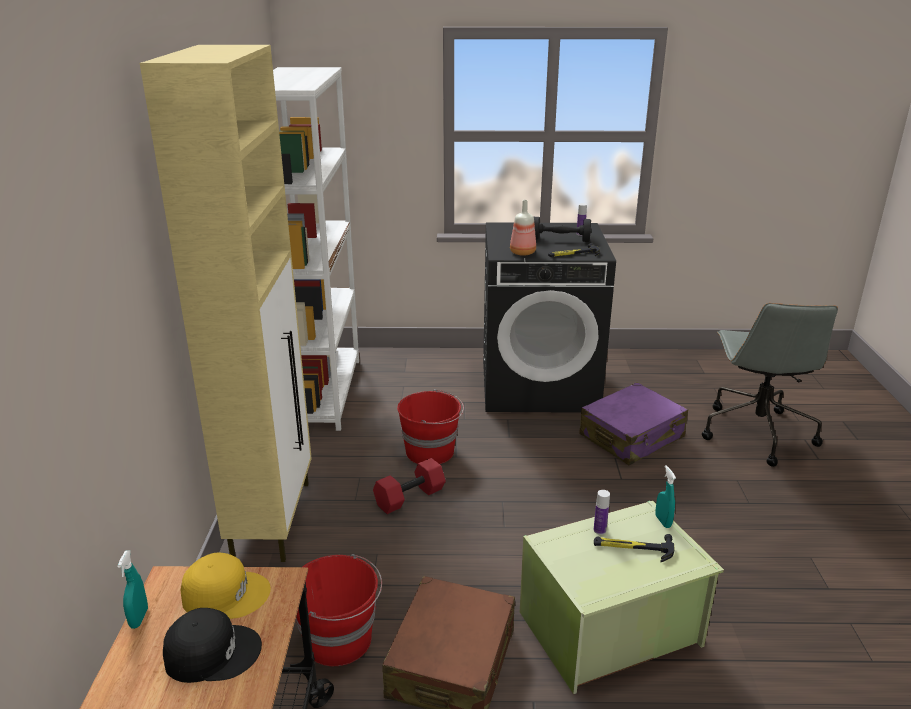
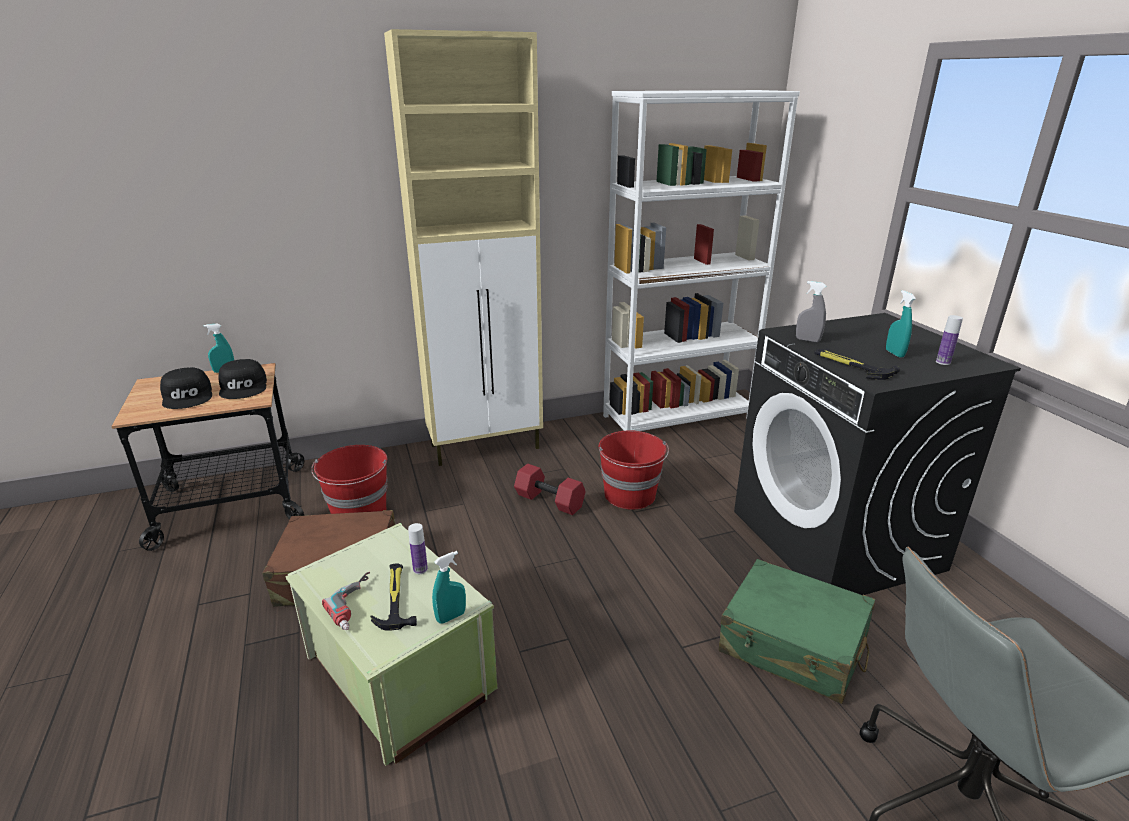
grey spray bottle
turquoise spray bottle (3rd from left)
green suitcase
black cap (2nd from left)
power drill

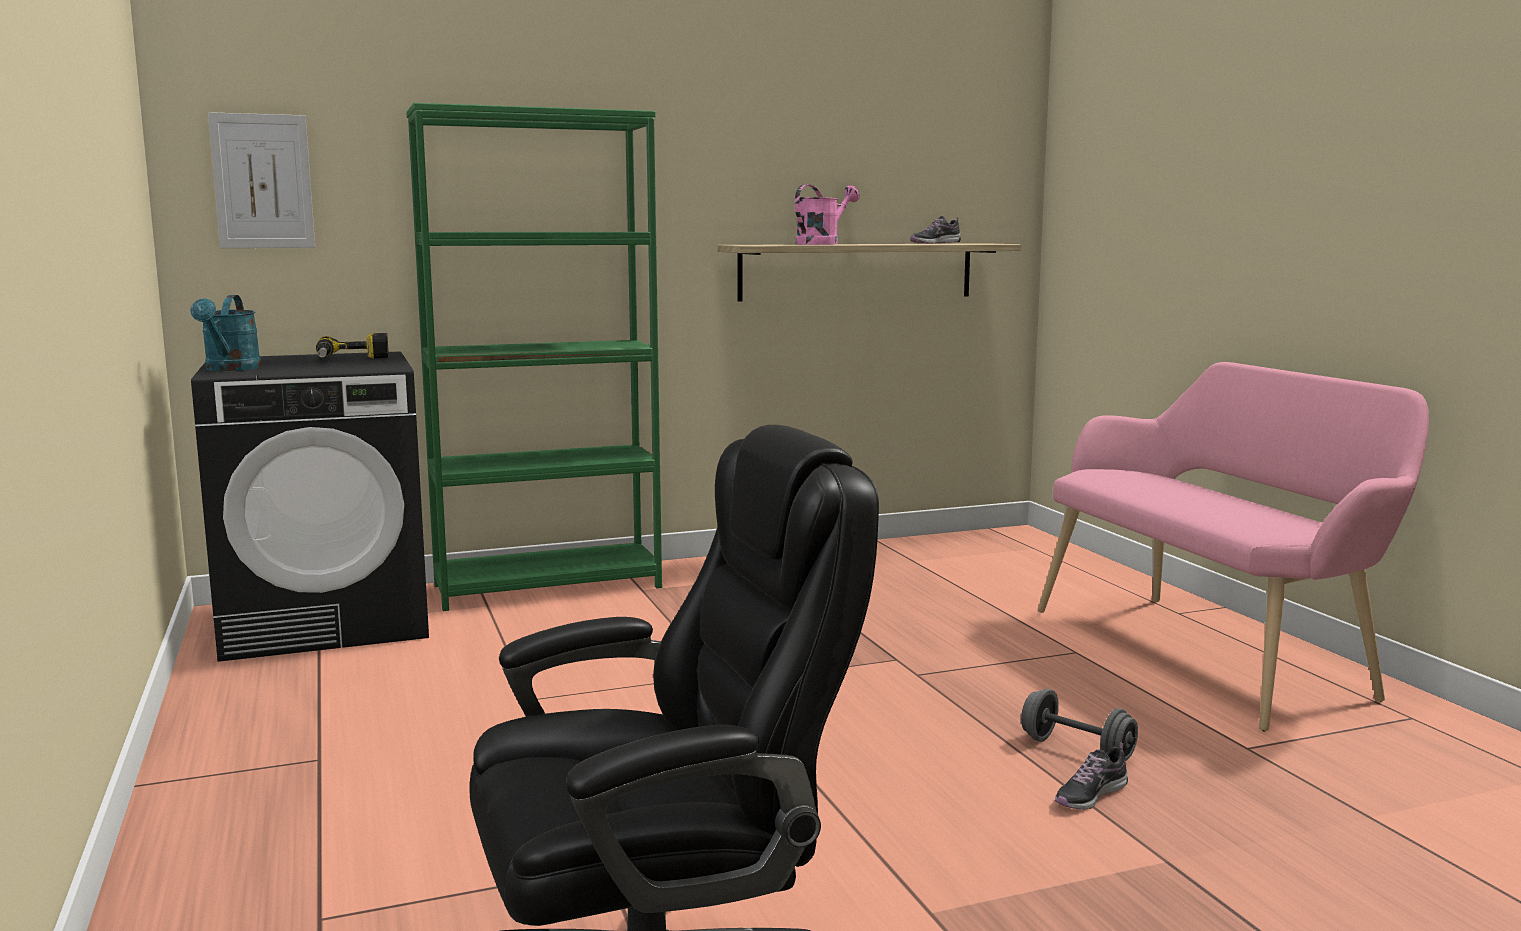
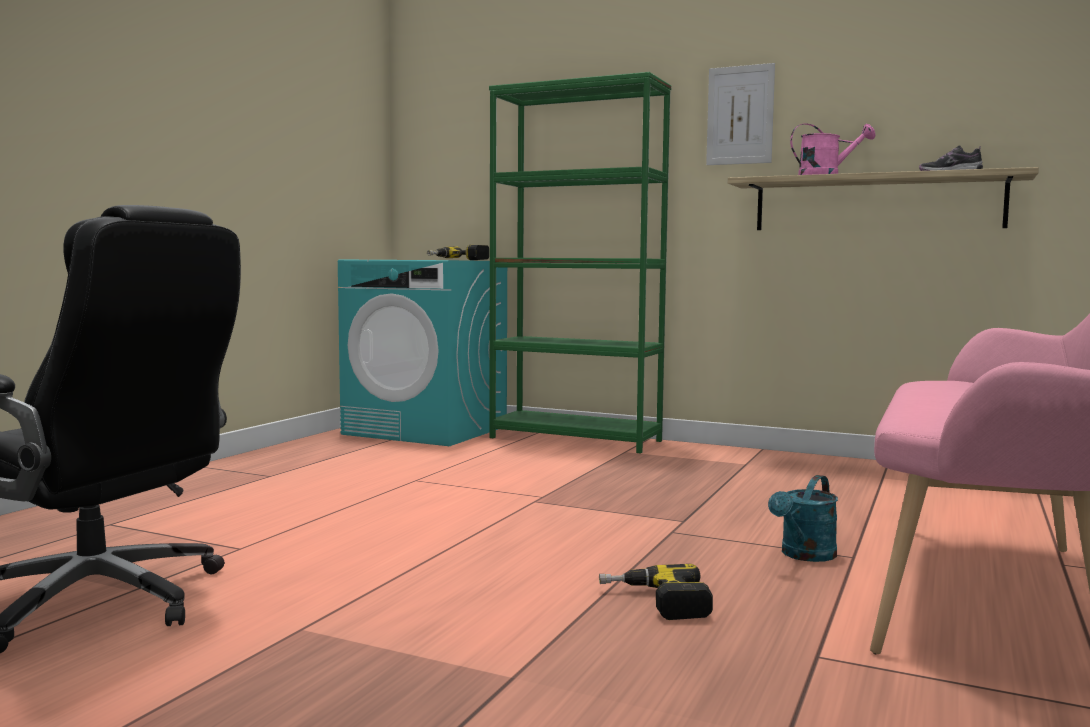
picture
turquoise watering can
turquoise washing machine
power drill (2nd from left)
shoe (2nd from left in the first image)

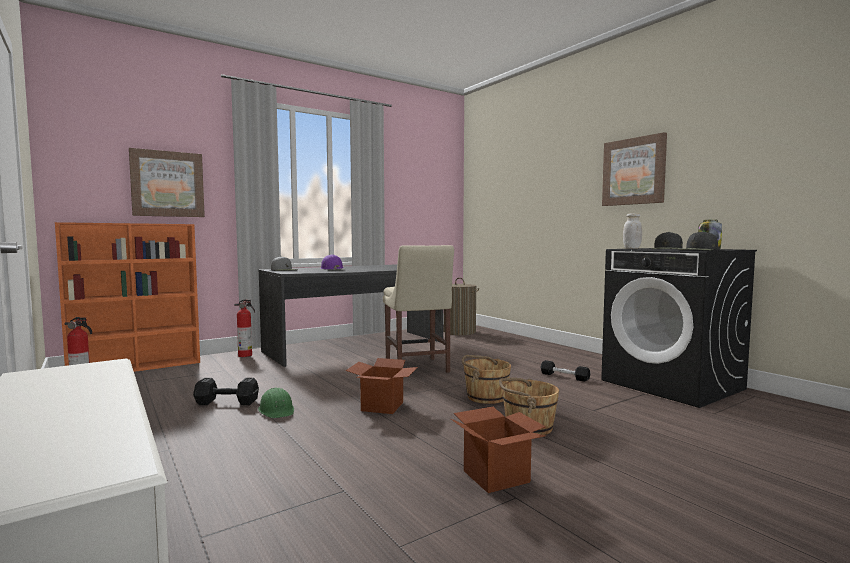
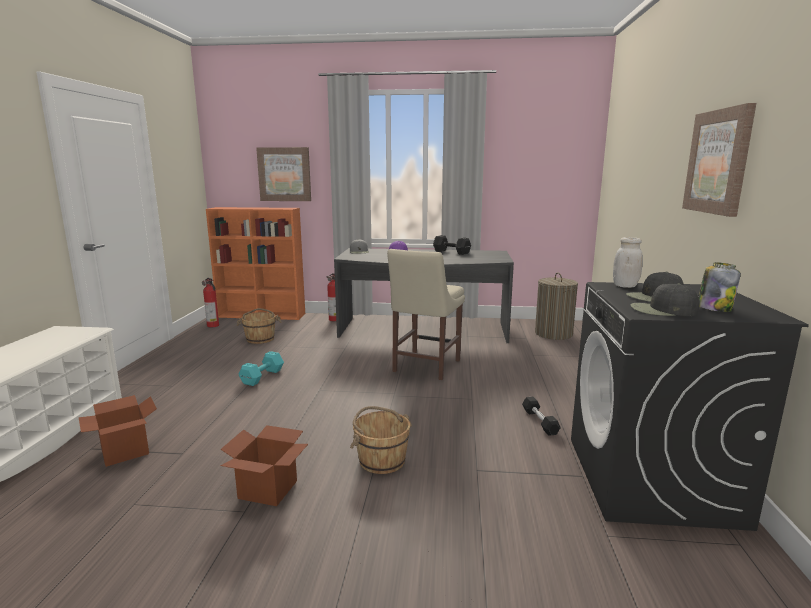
brown bucket (1st from left)
cardboard box (1st from left)
black dumbbell (1st from left)
turquoise dumbbell

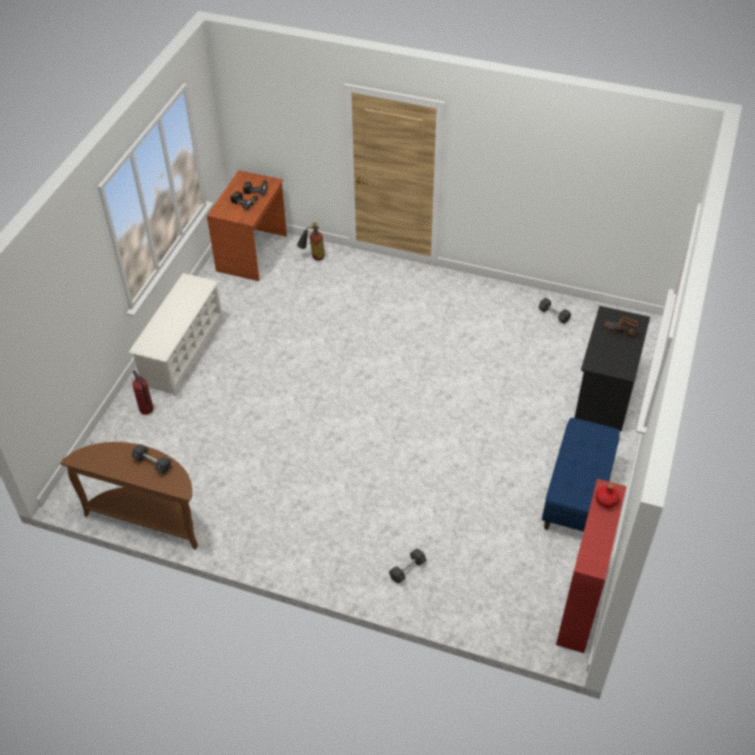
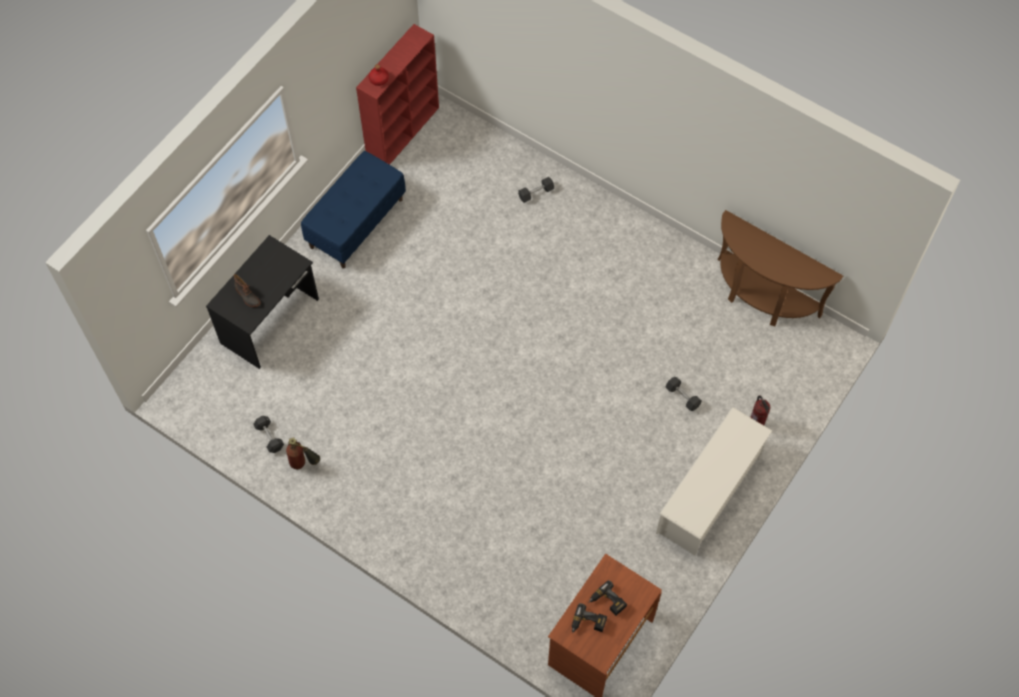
fire extinguisher (1st from left)
grey dumbbell (3rd from left)

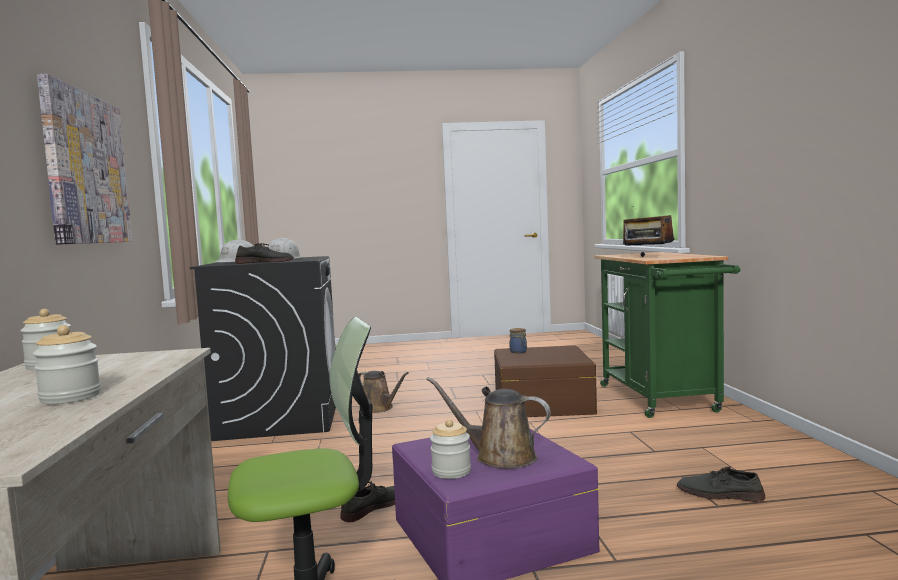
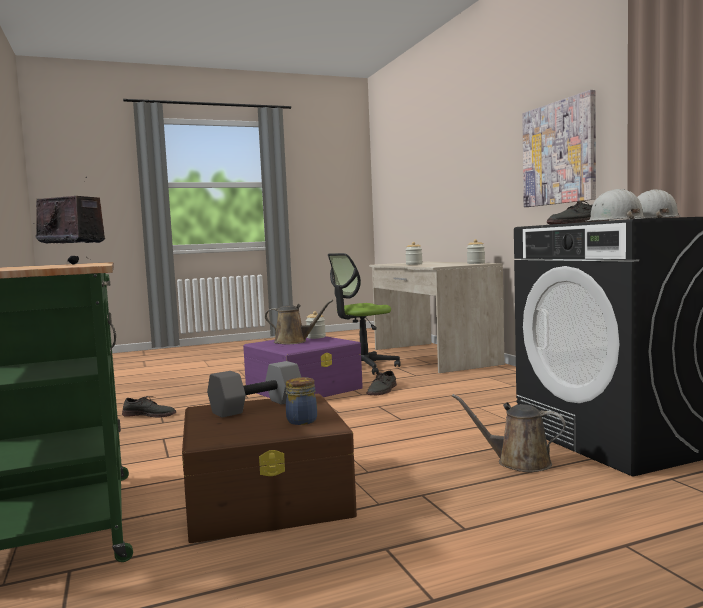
grey dumbbell

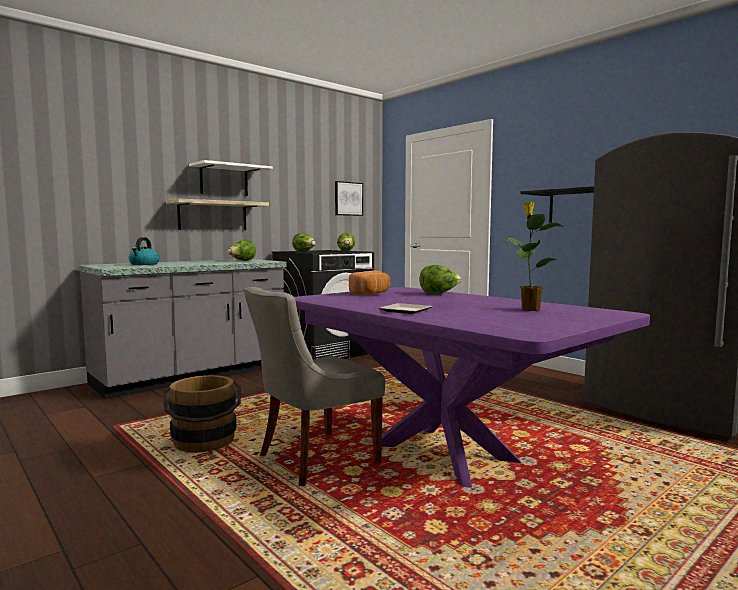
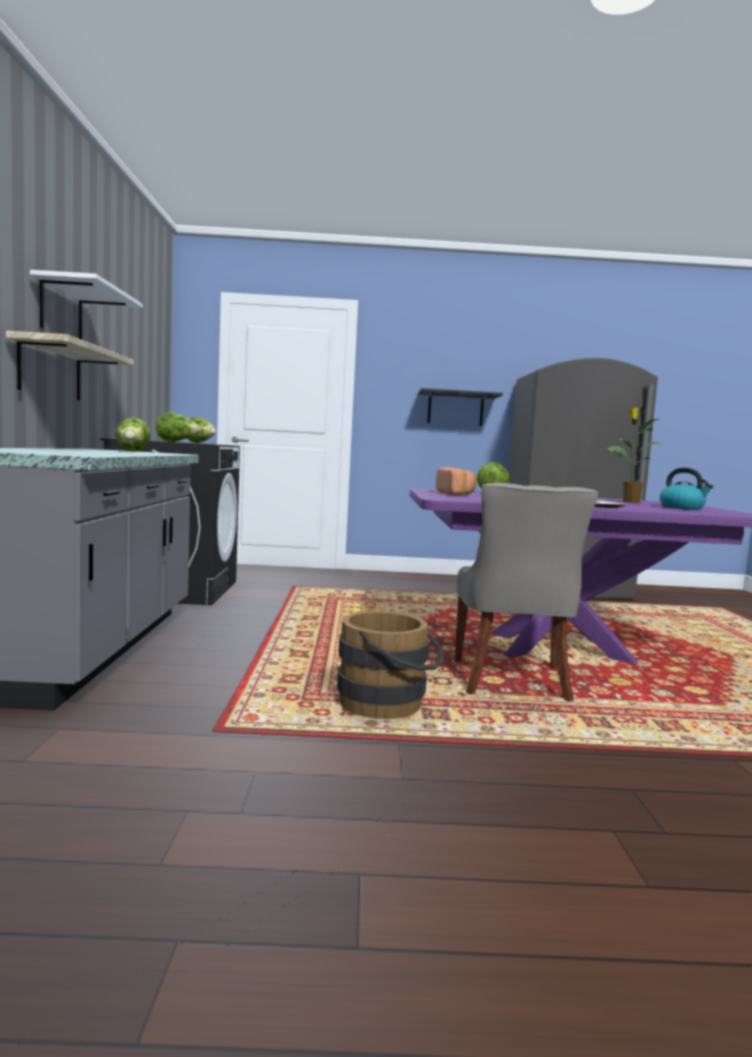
picture
kettle

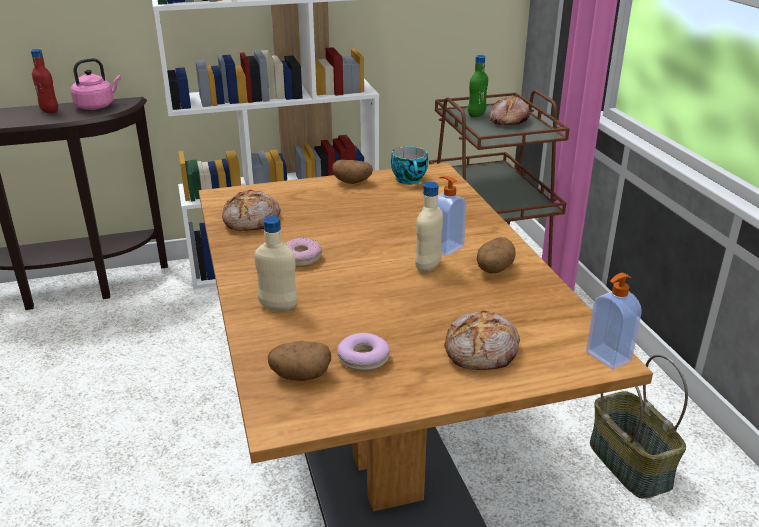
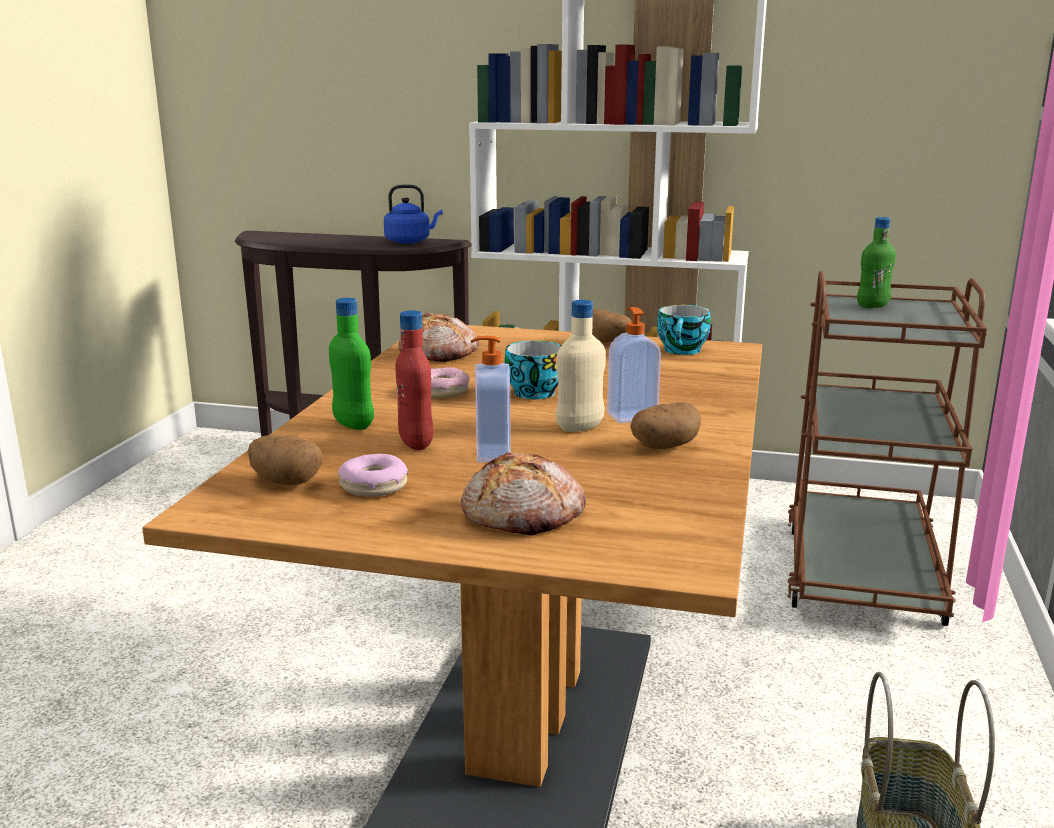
red bottle
blue kettle
bread (3rd from left in the first image)
green bottle (1st from left)
soap dispenser (1st from left)
cup (1st from left)

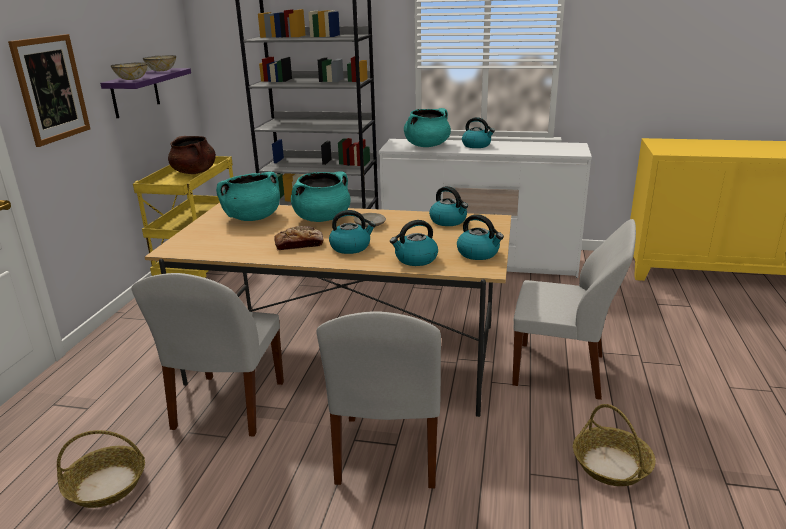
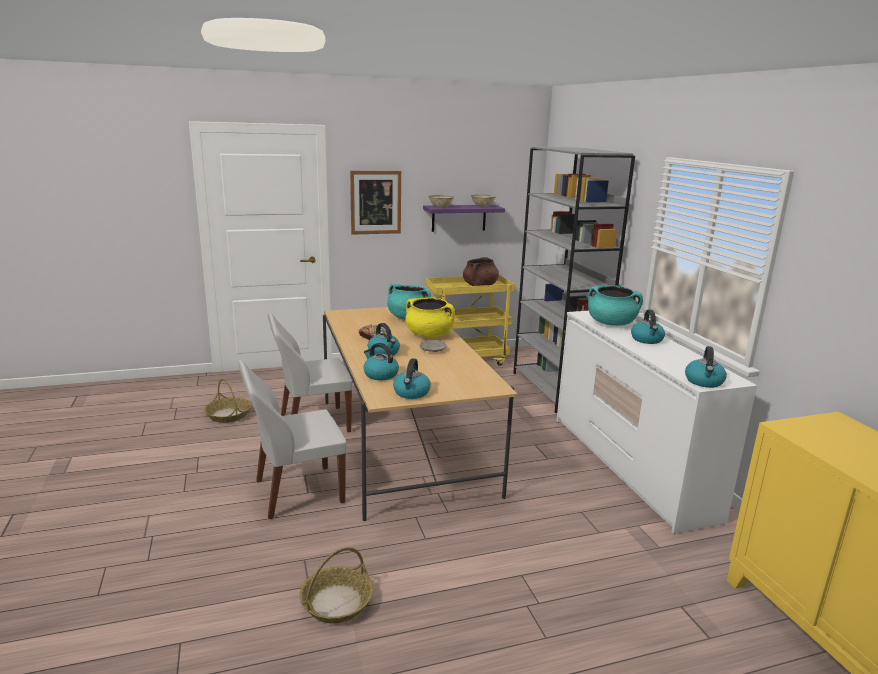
yellow cooking pot
kettle (5th from left)
white chair (3rd from left in the first image)

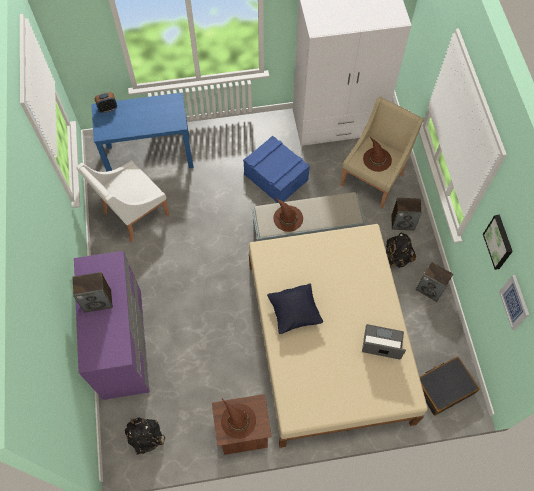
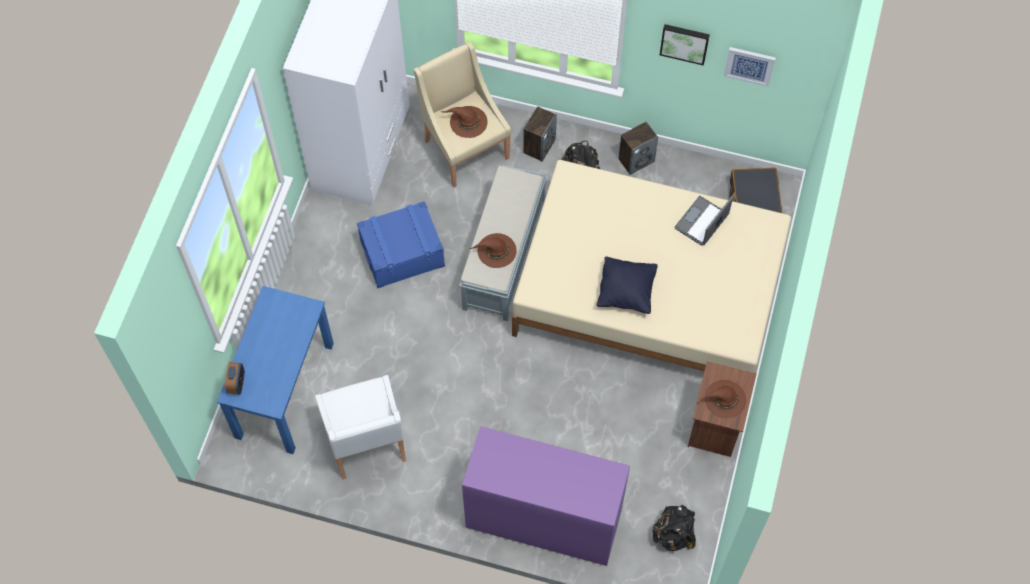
speaker (1st from left in the first image)

